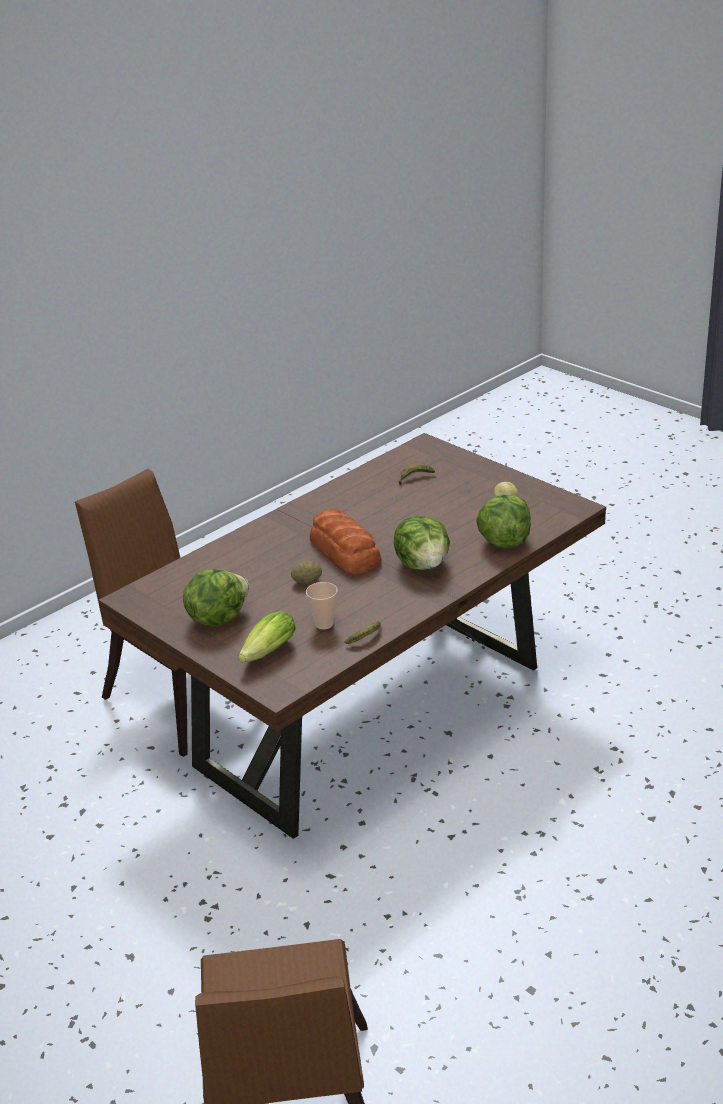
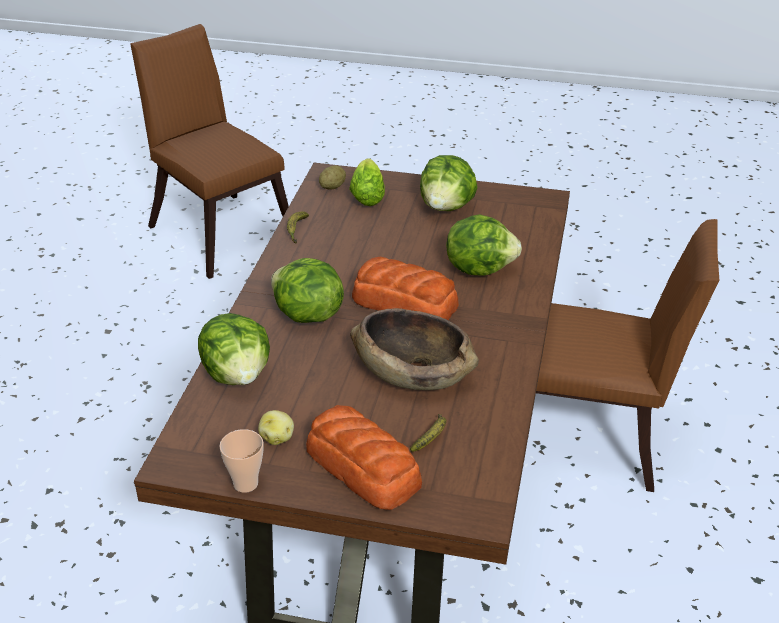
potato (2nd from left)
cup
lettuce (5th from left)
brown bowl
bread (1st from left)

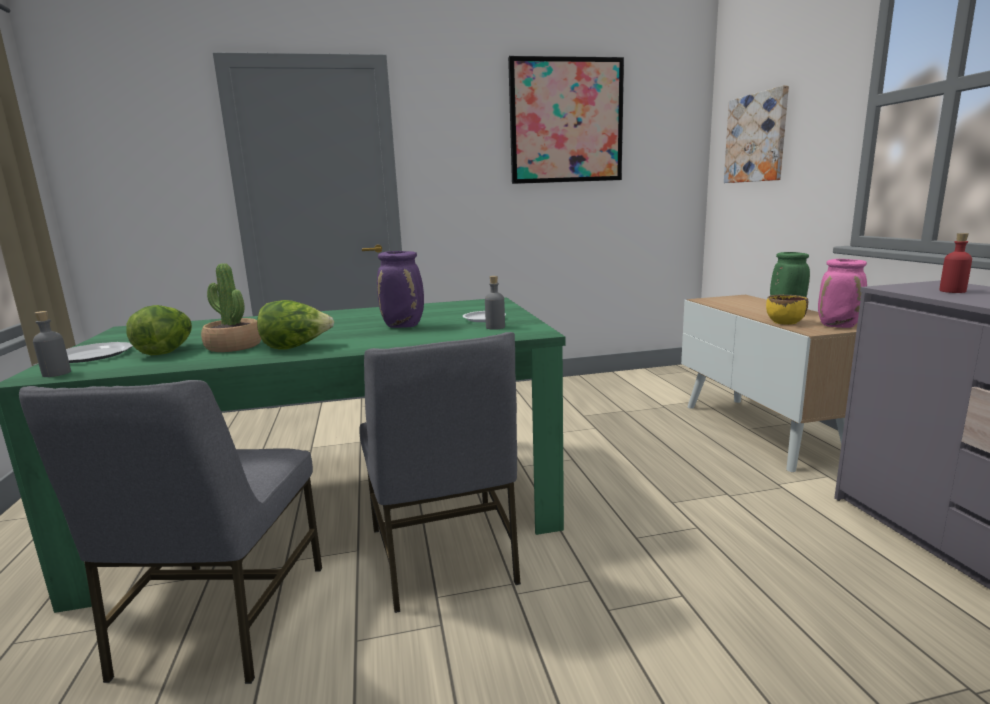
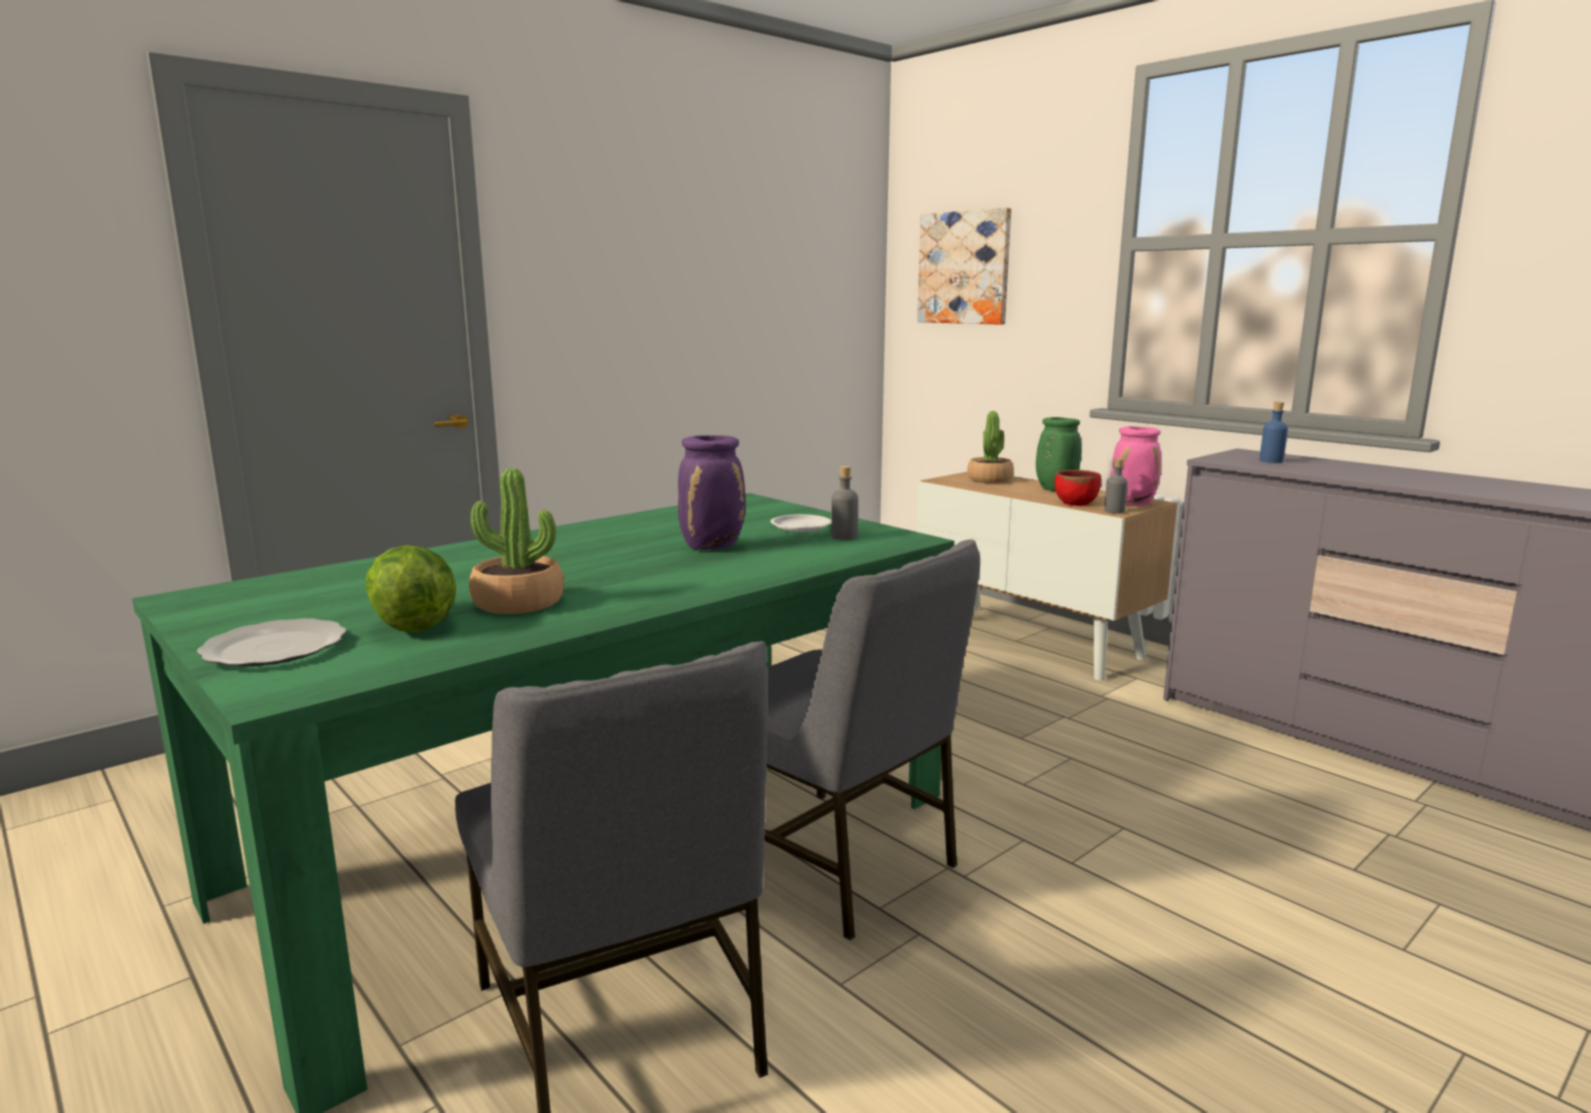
picture (1st from left in the first image)
blue bottle
red bowl
lettuce (2nd from left in the first image)
grey bottle (2nd from left)
potted plant (2nd from left)

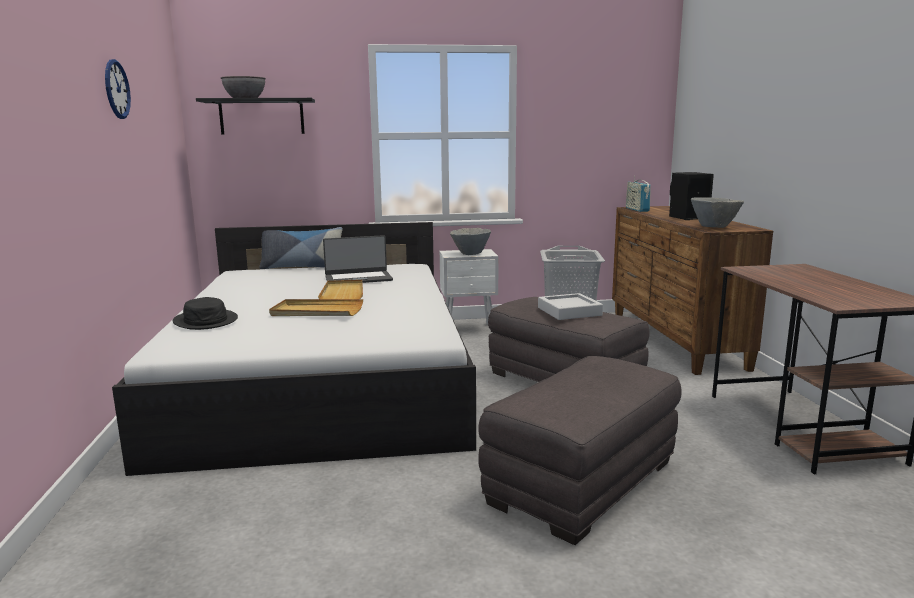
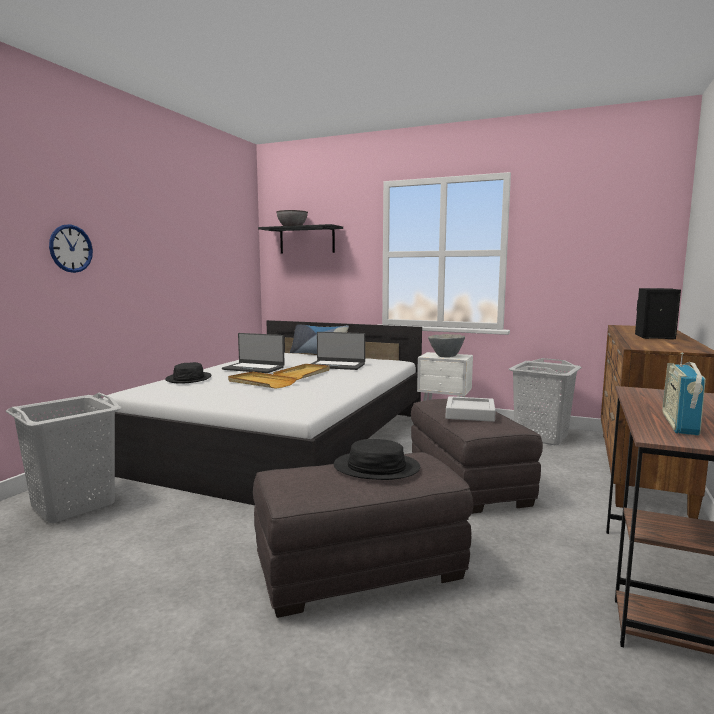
wall clock
radio
grey bowl (3rd from left in the first image)
laptop (1st from left)
grey laundry basket (1st from left)
black hat (2nd from left)

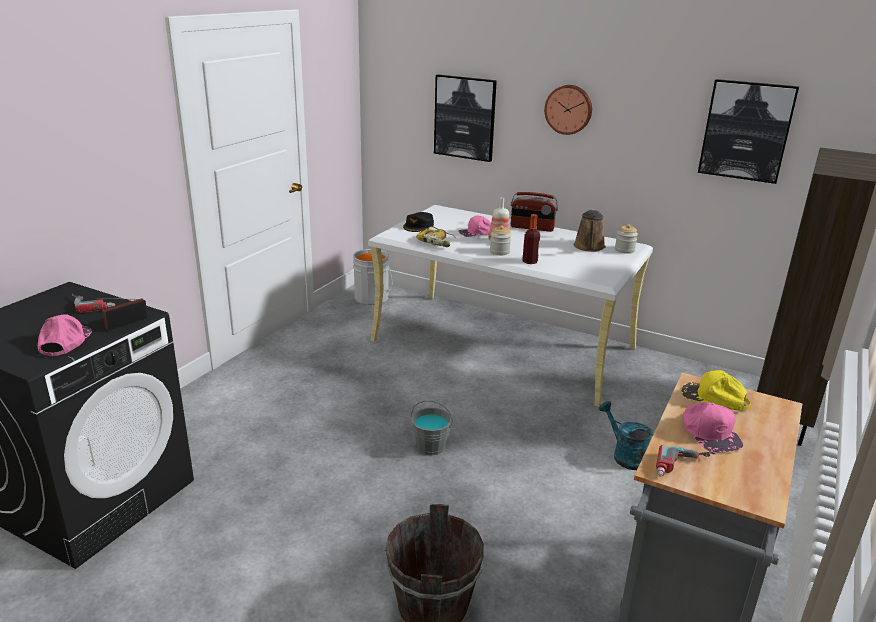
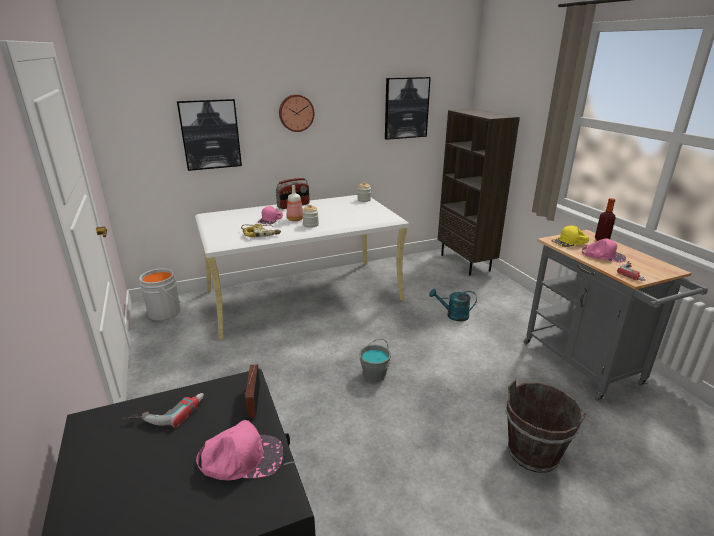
brown watering can
black cap
bottle (2nd from left)
pink cap (1st from left)

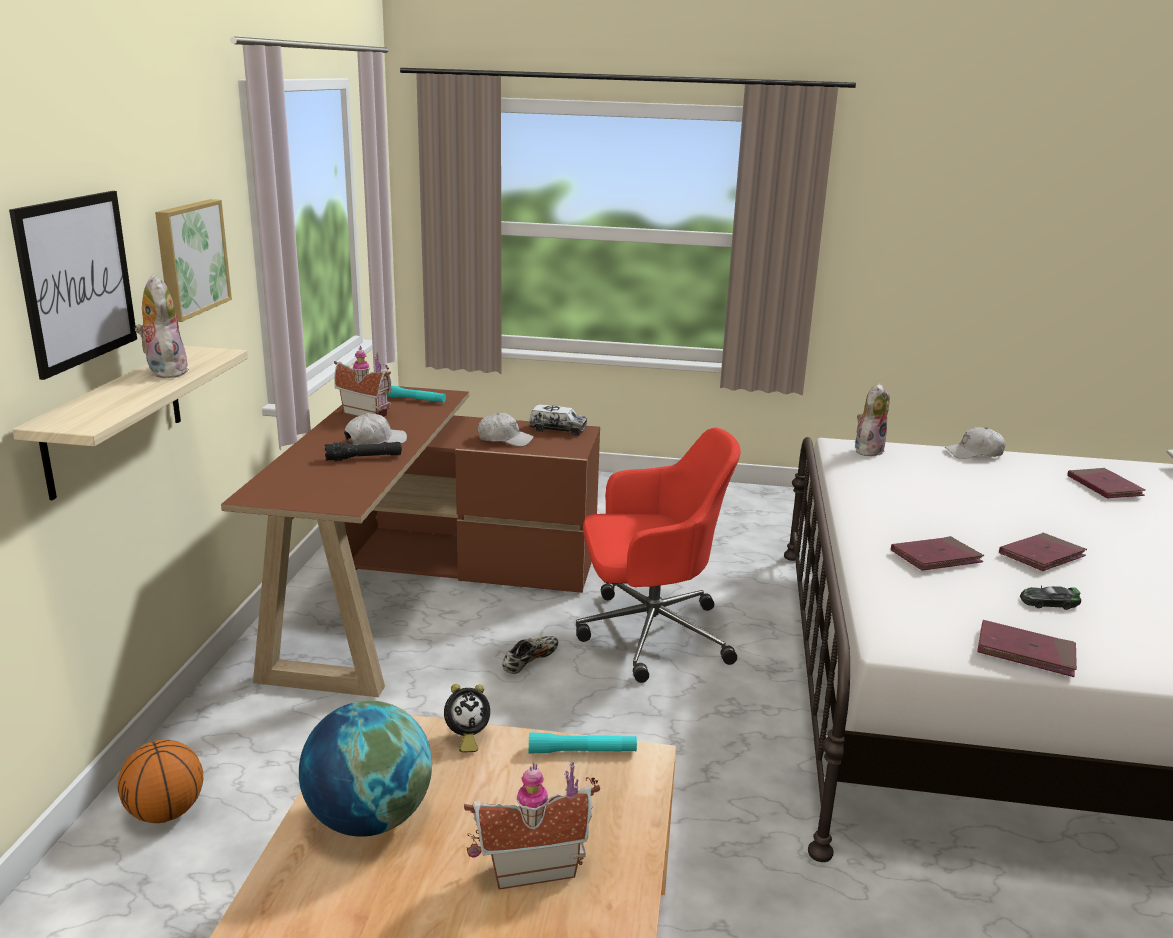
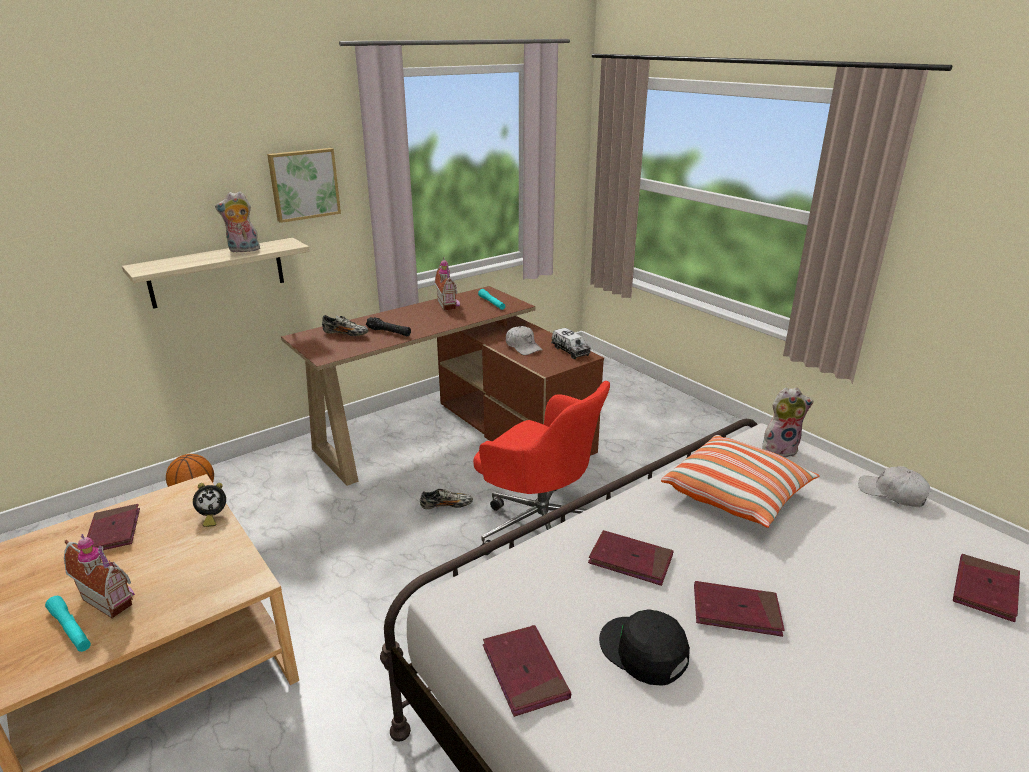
picture (1st from left in the first image)
plush toy (1st from left)
white cap (1st from left in the first image)
black cap
alarm clock
red book (1st from left)
turquoise flashlight (1st from left)
shoe (1st from left)
pillow

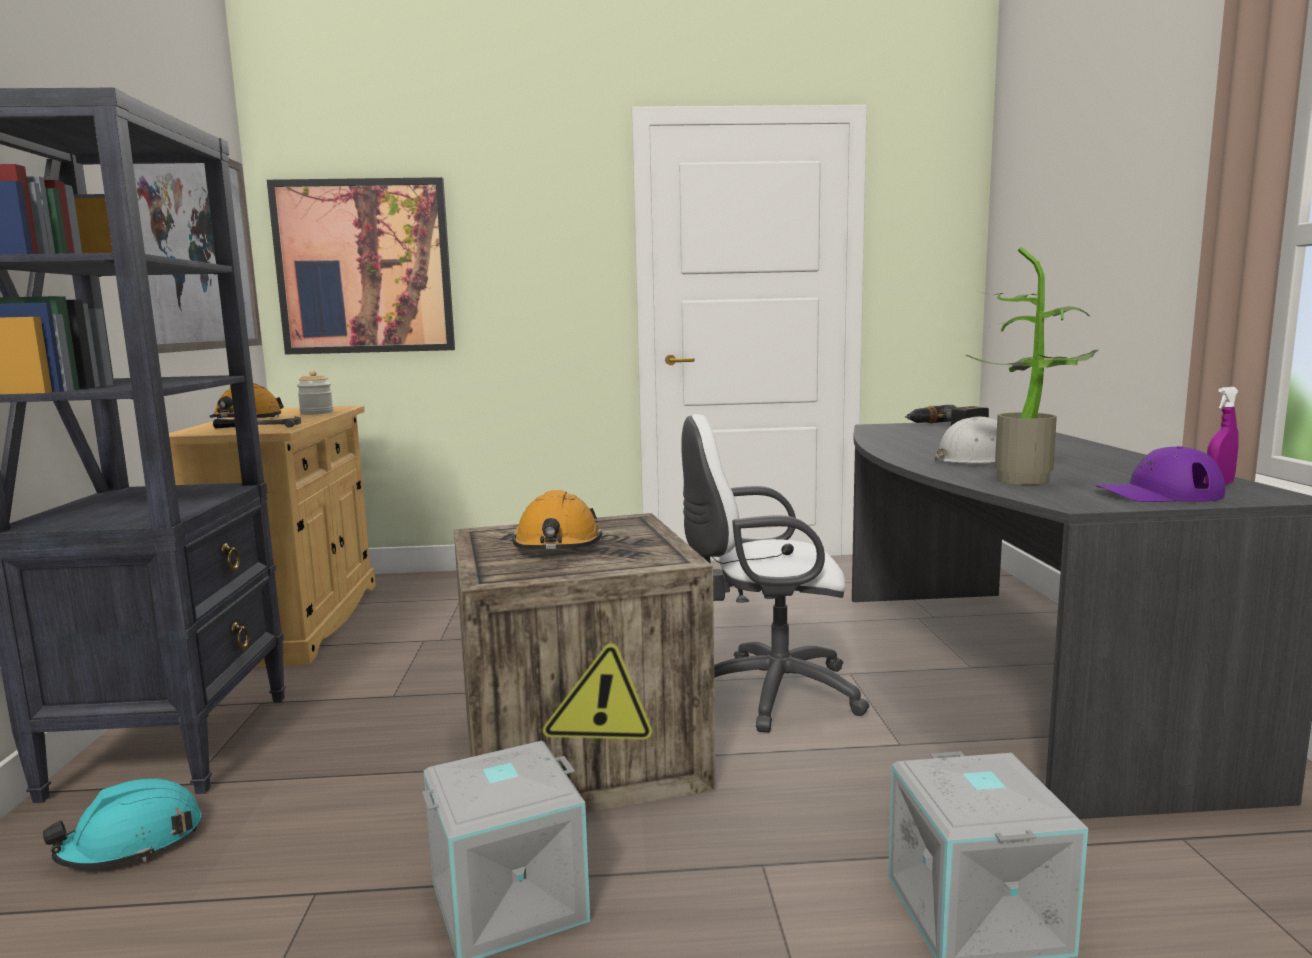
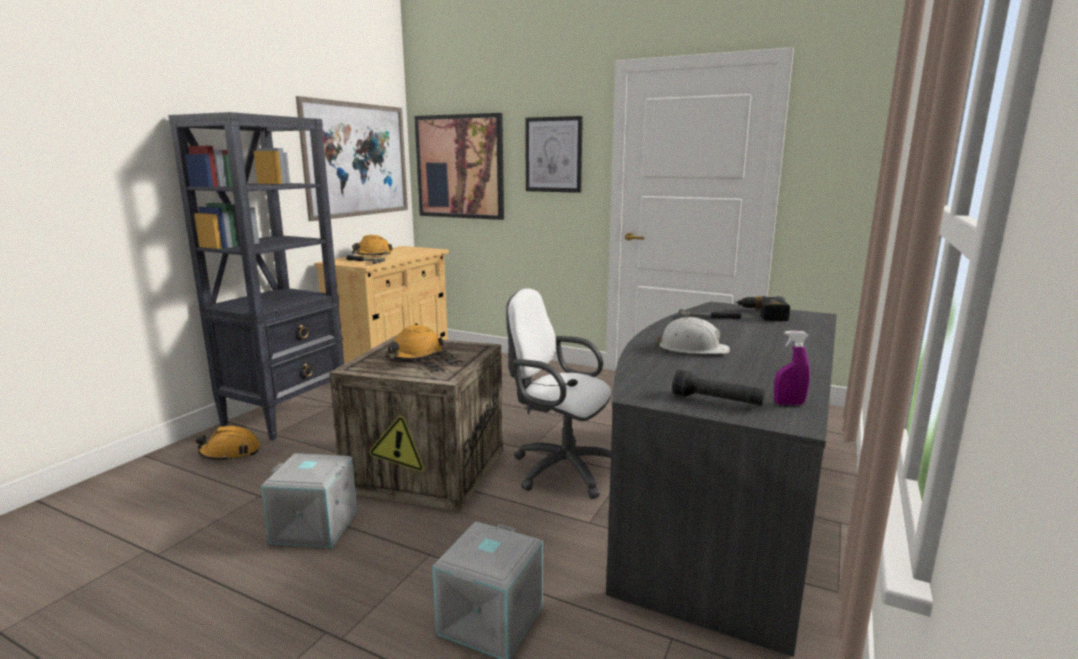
potted plant
jar
black flashlight
orange hard hat (1st from left)
picture (3rd from left)
hammer (2nd from left)

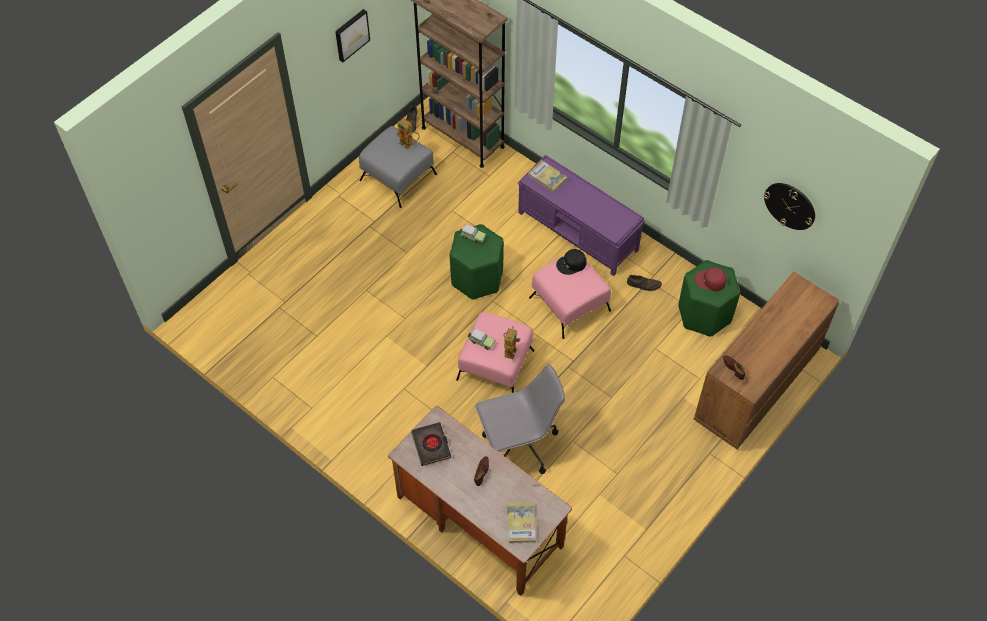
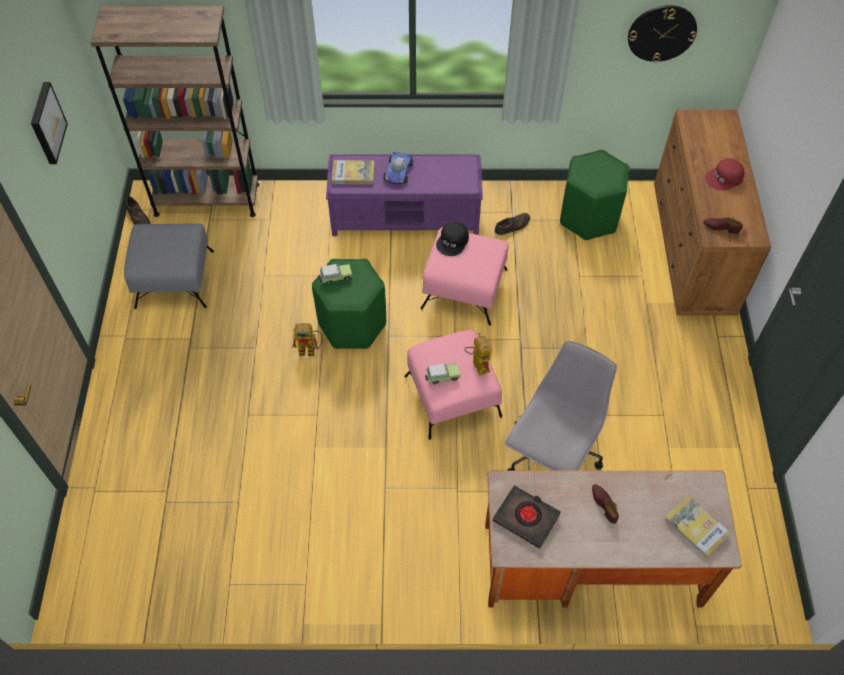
toy robot (1st from left)
red cap
toy car (2nd from left)

